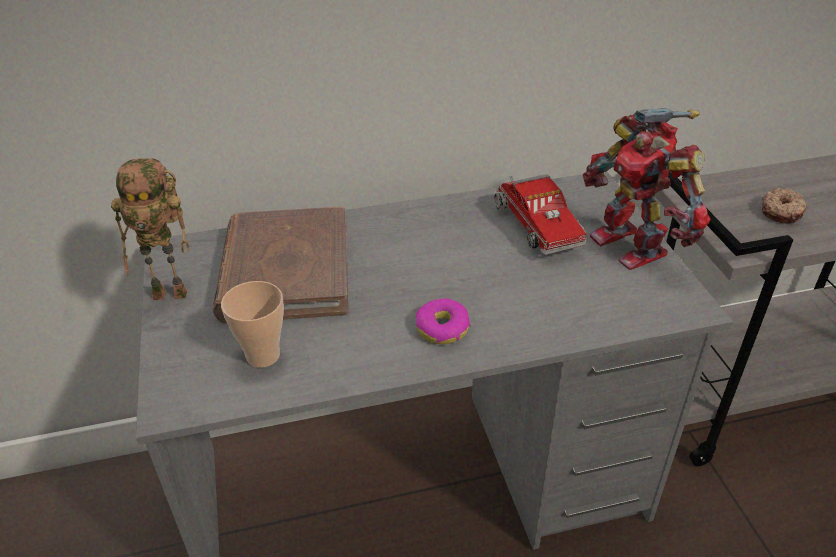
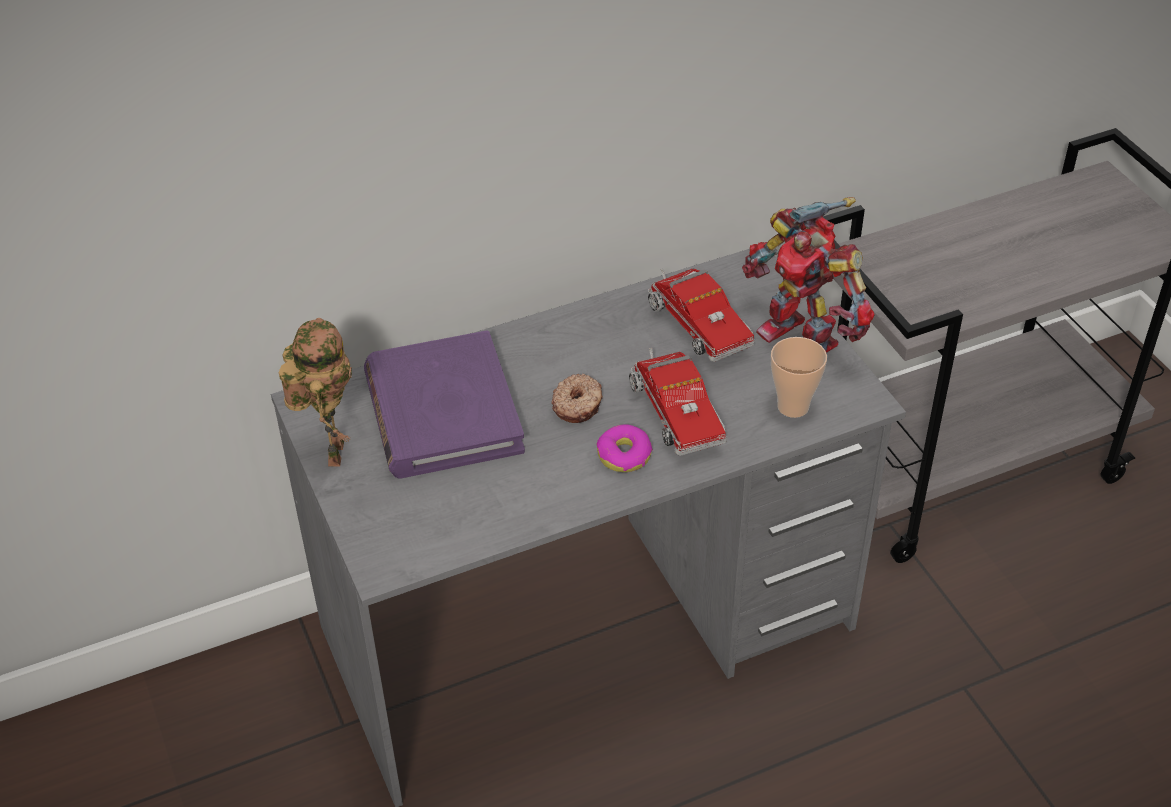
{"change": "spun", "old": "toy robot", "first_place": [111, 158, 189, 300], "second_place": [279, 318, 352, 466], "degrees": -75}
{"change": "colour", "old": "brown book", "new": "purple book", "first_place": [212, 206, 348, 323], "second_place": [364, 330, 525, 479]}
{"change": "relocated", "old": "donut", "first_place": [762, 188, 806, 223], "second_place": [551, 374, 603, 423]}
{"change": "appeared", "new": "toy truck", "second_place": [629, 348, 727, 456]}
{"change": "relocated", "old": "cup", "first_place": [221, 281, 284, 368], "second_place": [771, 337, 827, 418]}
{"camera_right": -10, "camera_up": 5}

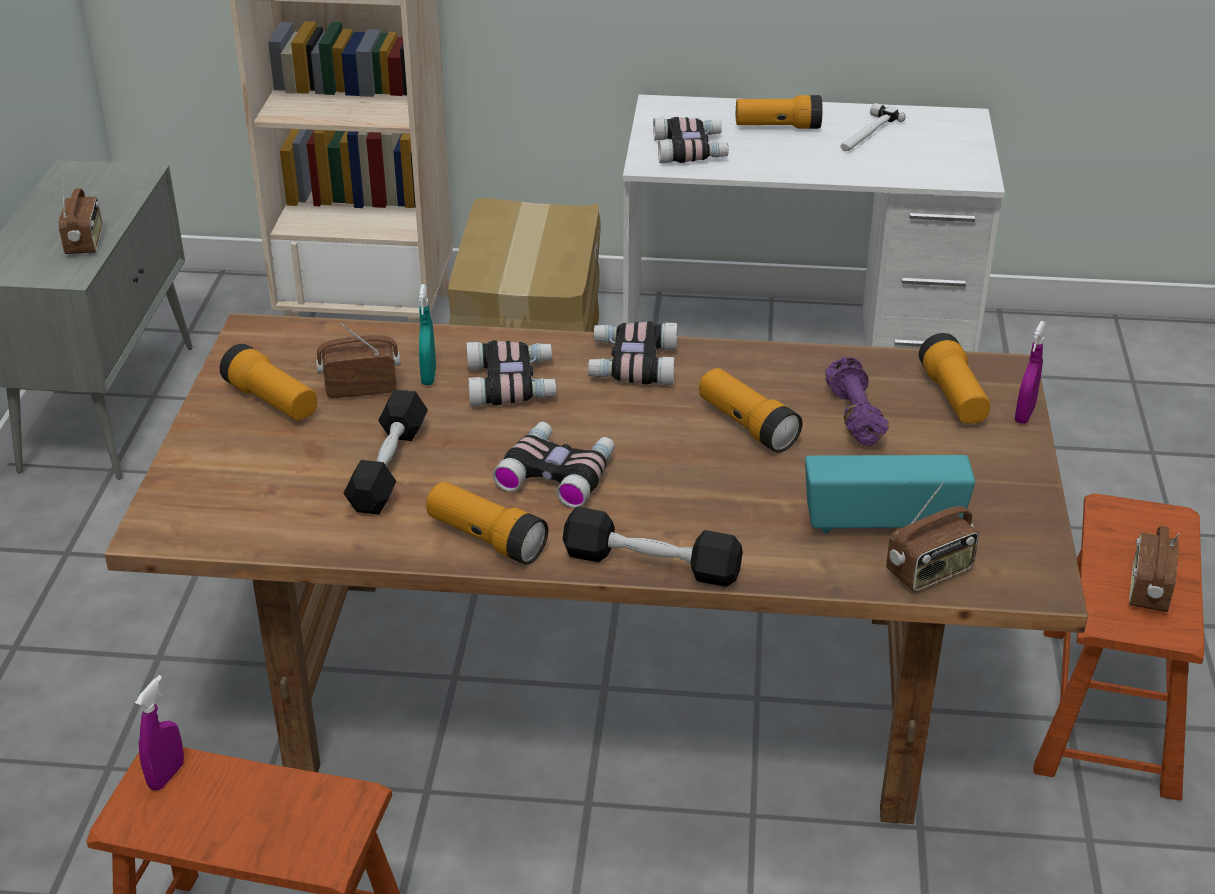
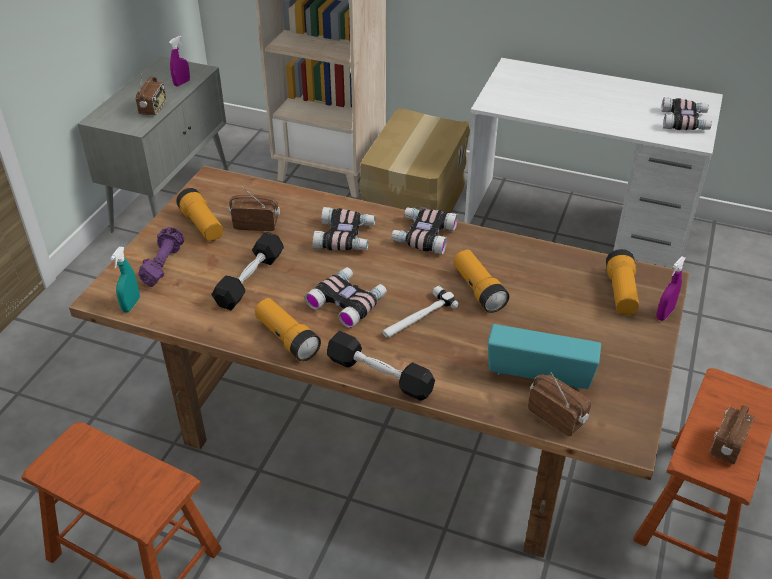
{"change": "relocated", "old": "turquoise spray bottle", "first_place": [419, 284, 436, 385], "second_place": [110, 247, 140, 312]}
{"change": "relocated", "old": "purple dumbbell", "first_place": [825, 357, 889, 447], "second_place": [138, 227, 184, 287]}
{"change": "relocated", "old": "purple spray bottle", "first_place": [135, 675, 184, 791], "second_place": [169, 36, 190, 87]}
{"change": "relocated", "old": "hammer", "first_place": [840, 103, 906, 151], "second_place": [382, 286, 459, 338]}
{"change": "spun", "old": "radio", "first_place": [886, 483, 979, 592], "second_place": [528, 372, 591, 436], "degrees": -120}
{"change": "relocated", "old": "binoculars", "first_place": [653, 117, 728, 163], "second_place": [661, 97, 712, 130]}
{"change": "missing", "old": "flashlight", "first_place": [736, 95, 823, 129]}
{"camera_right": 15, "camera_up": 5}

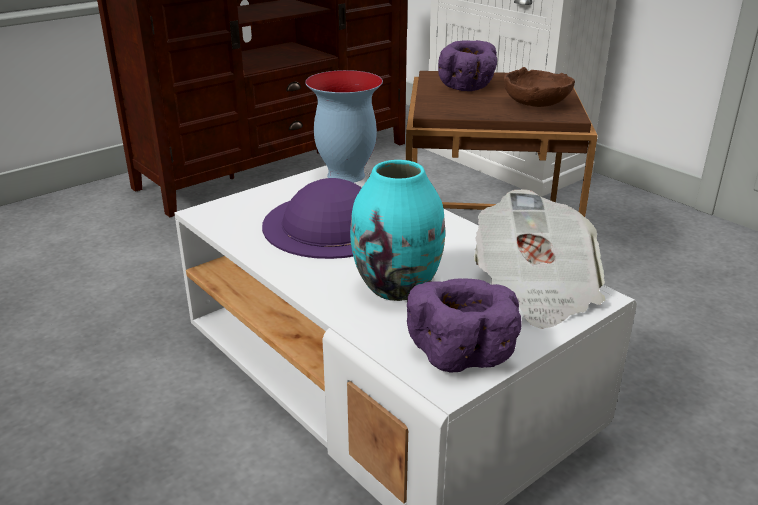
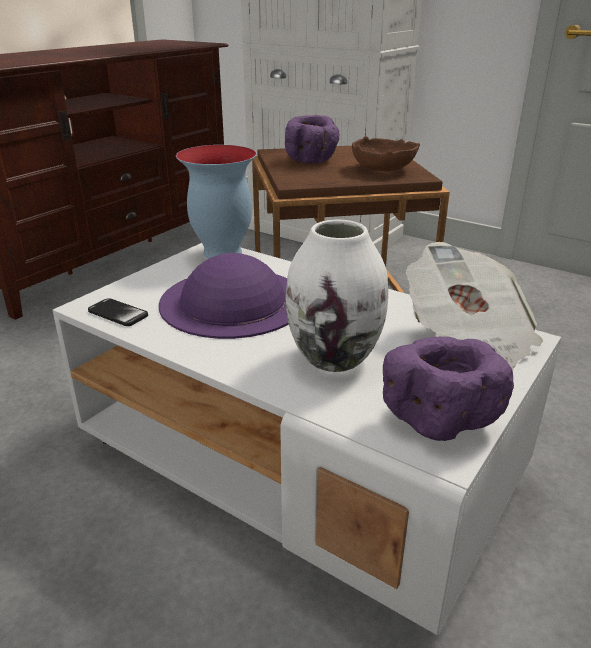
{"change": "appeared", "new": "phone", "second_place": [88, 298, 148, 326]}
{"change": "colour", "old": "turquoise vase", "new": "white vase", "first_place": [350, 160, 445, 301], "second_place": [286, 220, 388, 372]}
{"camera_right": -15, "camera_up": 0}

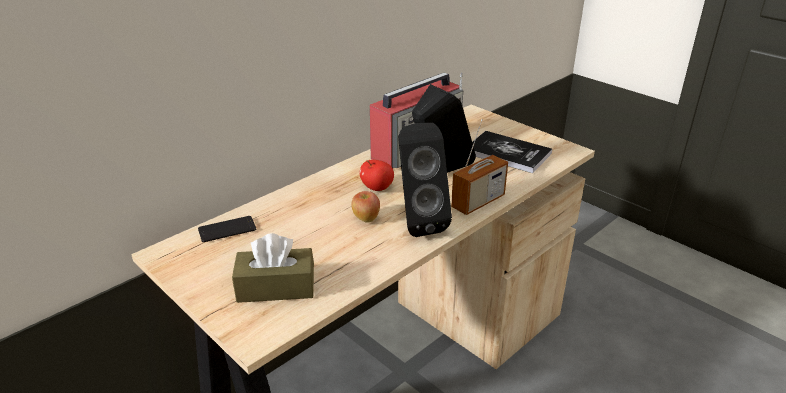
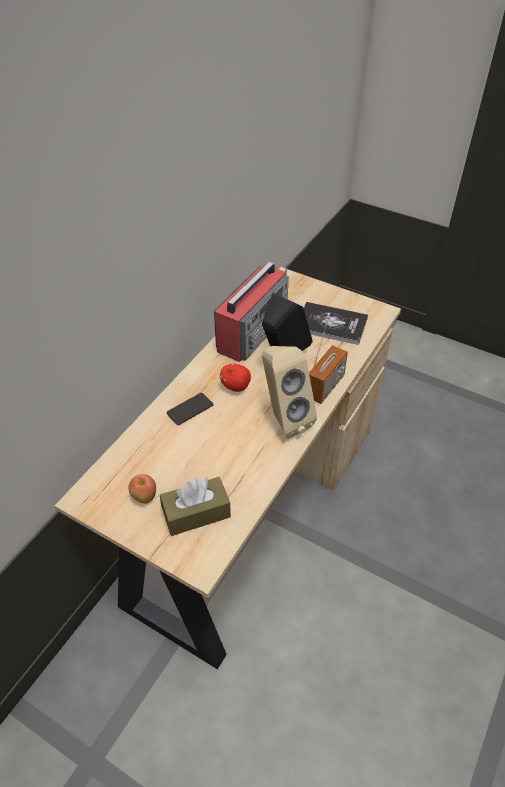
{"change": "relocated", "old": "apple", "first_place": [351, 191, 380, 223], "second_place": [128, 474, 156, 504]}
{"change": "relocated", "old": "phone", "first_place": [198, 216, 256, 242], "second_place": [166, 393, 213, 425]}
{"change": "colour", "old": "black speaker", "new": "beige speaker", "first_place": [398, 123, 452, 237], "second_place": [262, 346, 317, 438]}
{"camera_right": -15, "camera_up": 15}

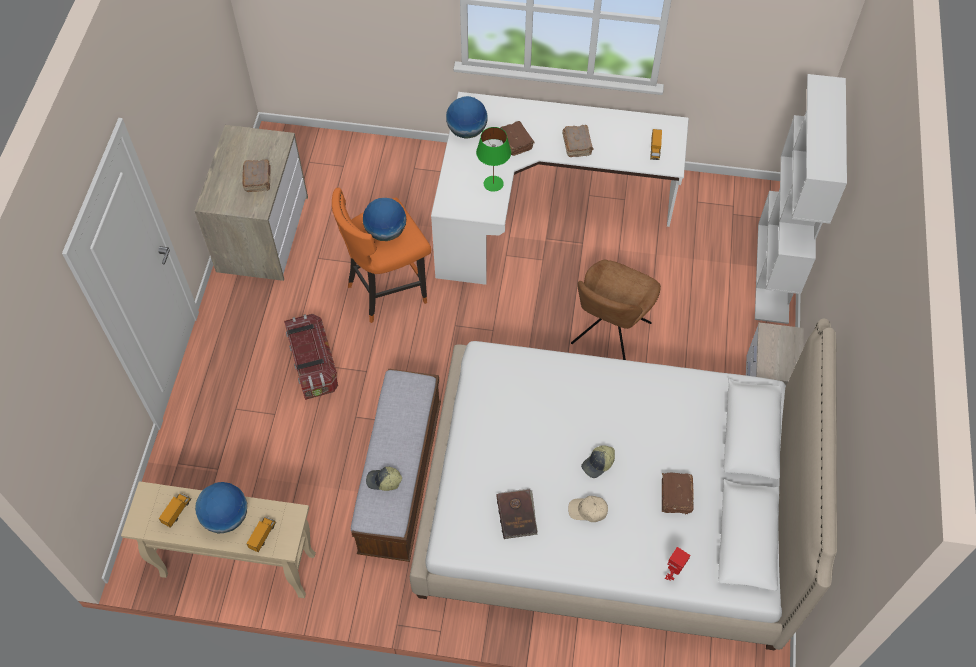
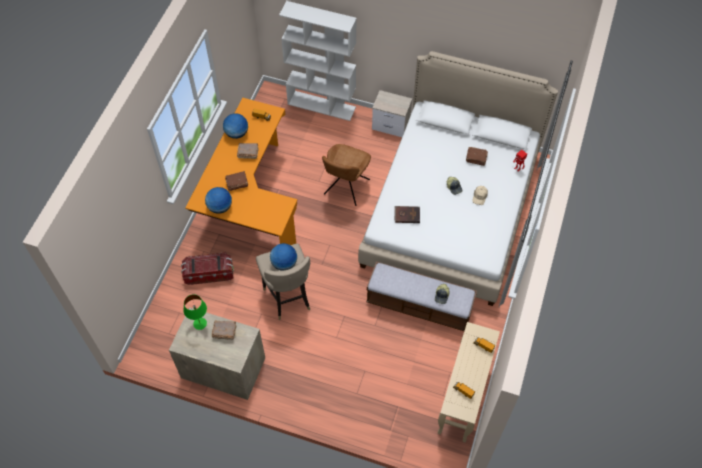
{"change": "relocated", "old": "storage box", "first_place": [284, 314, 338, 400], "second_place": [181, 252, 234, 285]}
{"change": "relocated", "old": "green table lamp", "first_place": [476, 127, 511, 192], "second_place": [183, 294, 207, 330]}
{"change": "colour", "old": "white desk", "new": "orange desk", "first_place": [431, 92, 689, 285], "second_place": [185, 98, 298, 245]}
{"change": "relocated", "old": "globe", "first_place": [195, 482, 247, 533], "second_place": [223, 113, 248, 139]}
{"change": "colour", "old": "orange stool", "new": "beige stool", "first_place": [332, 188, 431, 323], "second_place": [256, 243, 310, 320]}
{"change": "spun", "old": "brown chair", "first_place": [571, 260, 661, 360], "second_place": [322, 144, 371, 206], "degrees": 75}
{"change": "relocated", "old": "brown book", "first_place": [496, 489, 538, 539], "second_place": [394, 206, 420, 223]}
{"camera_right": -80, "camera_up": 0}

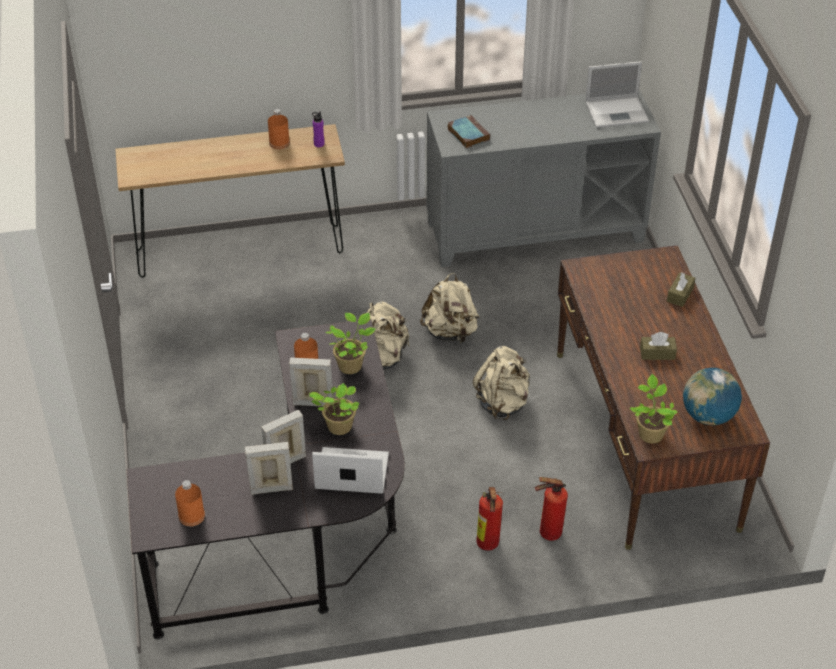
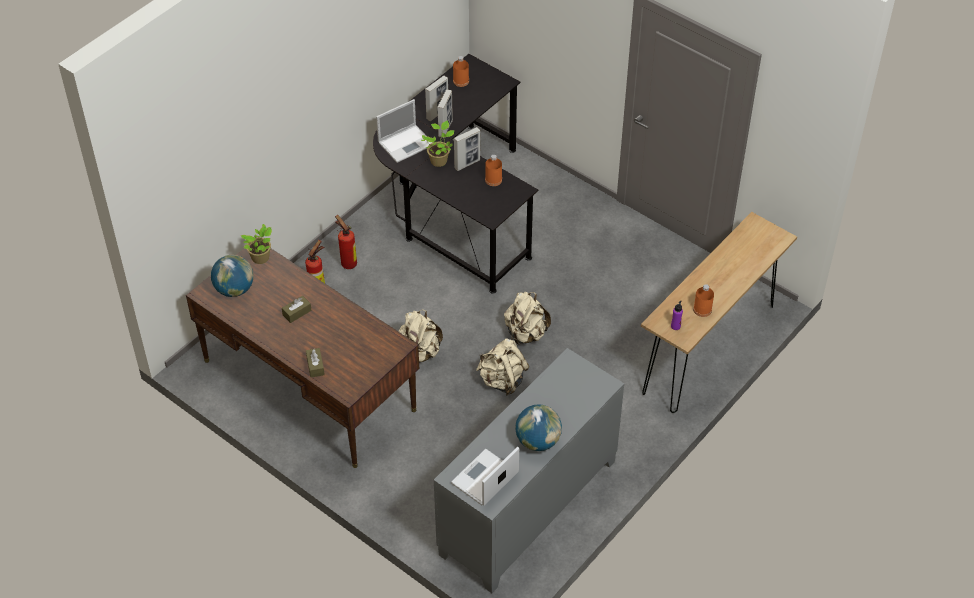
{"change": "appeared", "new": "globe", "second_place": [515, 404, 562, 451]}
{"change": "missing", "old": "potted plant", "first_place": [326, 313, 376, 374]}
{"change": "missing", "old": "book", "first_place": [448, 115, 490, 148]}
{"camera_right": 140, "camera_up": 5}

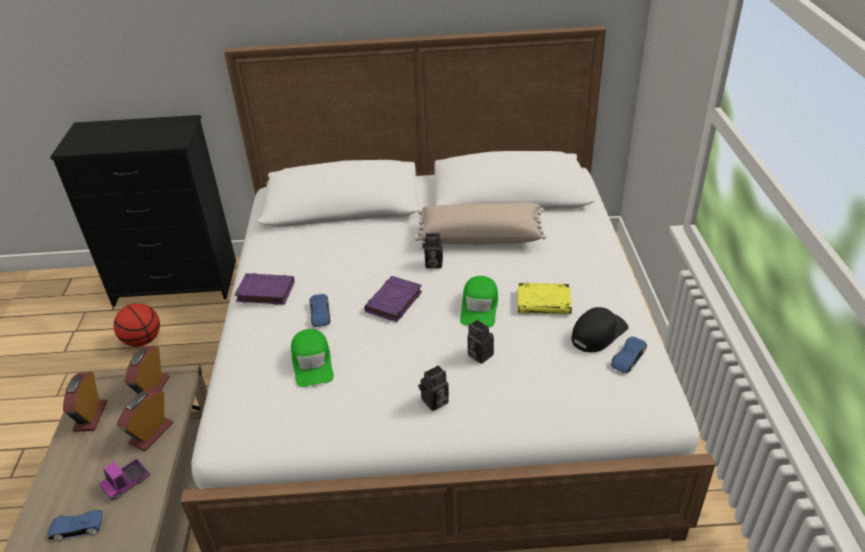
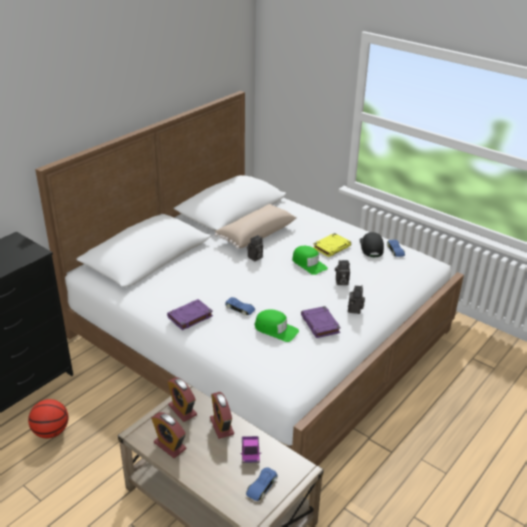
{"change": "relocated", "old": "purple book", "first_place": [364, 276, 422, 322], "second_place": [301, 306, 341, 338]}
{"camera_right": -50, "camera_up": -5}

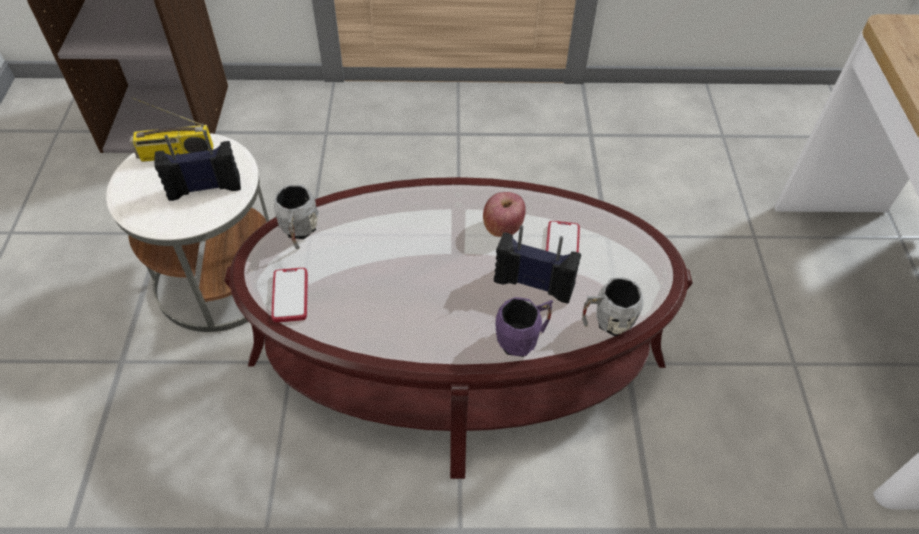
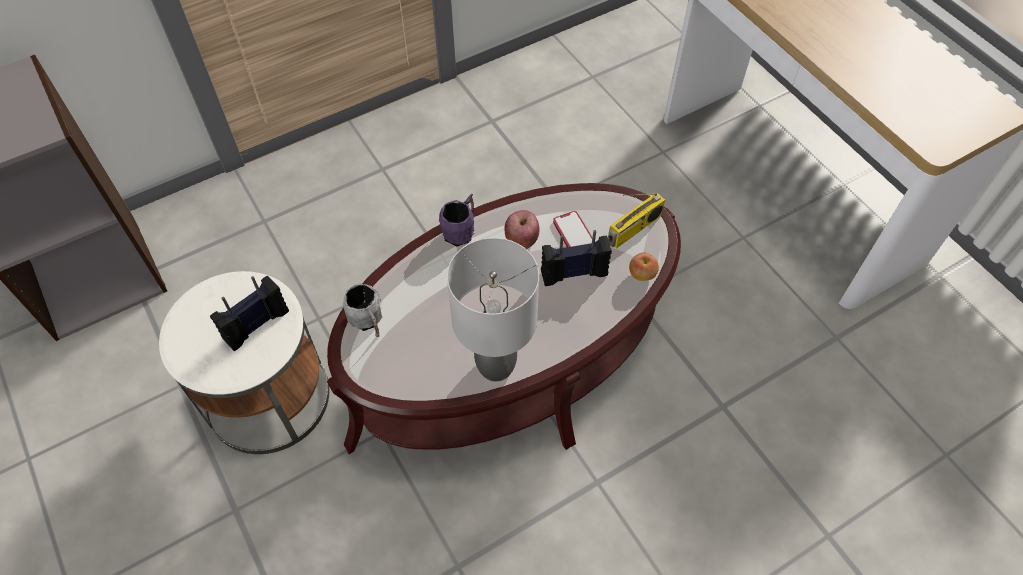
{"change": "relocated", "old": "purple mug", "first_place": [495, 297, 554, 357], "second_place": [439, 194, 474, 246]}
{"change": "appeared", "new": "grey table lamp", "second_place": [447, 238, 539, 381]}
{"change": "relocated", "old": "radio", "first_place": [130, 97, 213, 162], "second_place": [608, 192, 665, 248]}
{"change": "exchanged", "old": "grey mug", "new": "apple", "first_place": [582, 277, 644, 336], "second_place": [629, 253, 659, 281]}
{"change": "missing", "old": "phone", "first_place": [271, 268, 308, 322]}
{"camera_right": -30, "camera_up": 5}

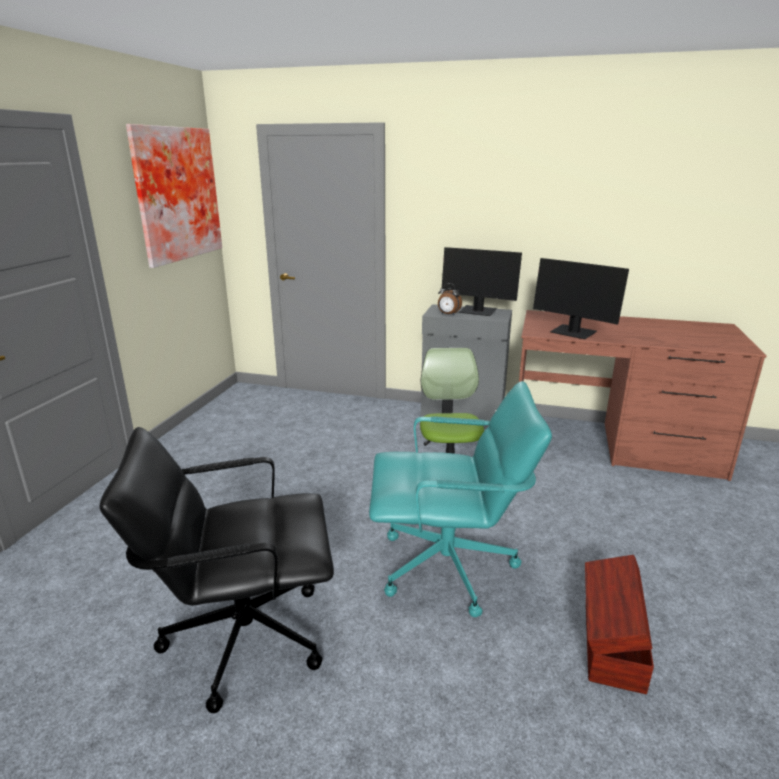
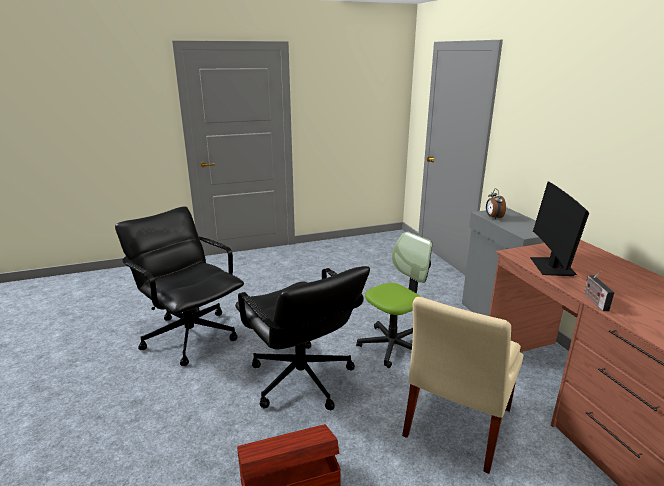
{"change": "colour", "old": "turquoise office chair", "new": "black office chair", "first_place": [369, 381, 552, 617], "second_place": [235, 266, 370, 410]}
{"change": "appeared", "new": "beige chair", "second_place": [402, 297, 524, 474]}
{"change": "appeared", "new": "radio", "second_place": [584, 271, 614, 311]}
{"change": "missing", "old": "picture", "first_place": [126, 124, 222, 268]}
{"change": "missing", "old": "monitor", "first_place": [442, 247, 522, 316]}
{"camera_right": 55, "camera_up": 0}

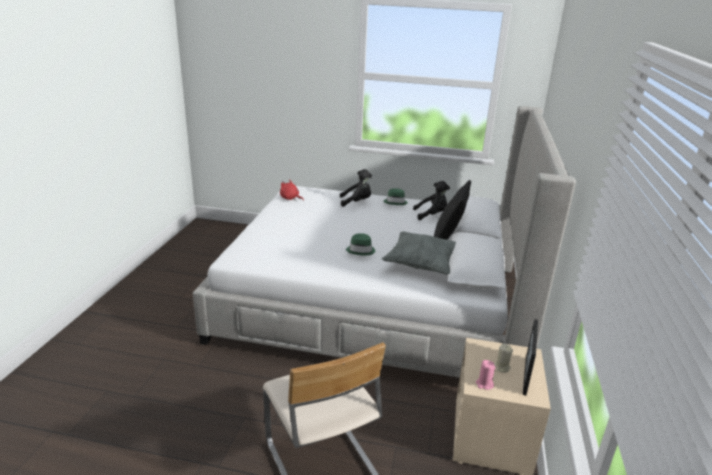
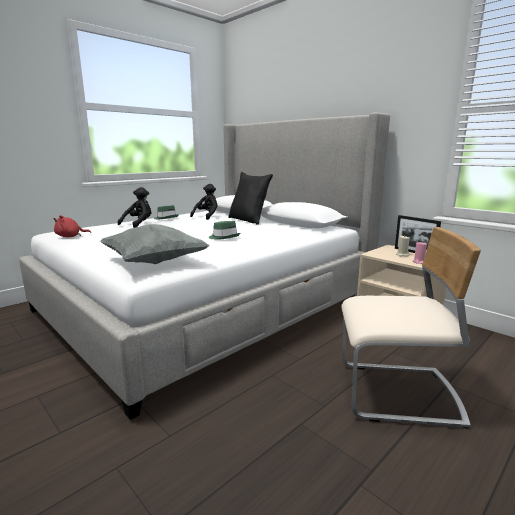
{"change": "relocated", "old": "grey pillow", "first_place": [382, 231, 456, 275], "second_place": [100, 224, 210, 264]}
{"camera_right": -55, "camera_up": -10}

